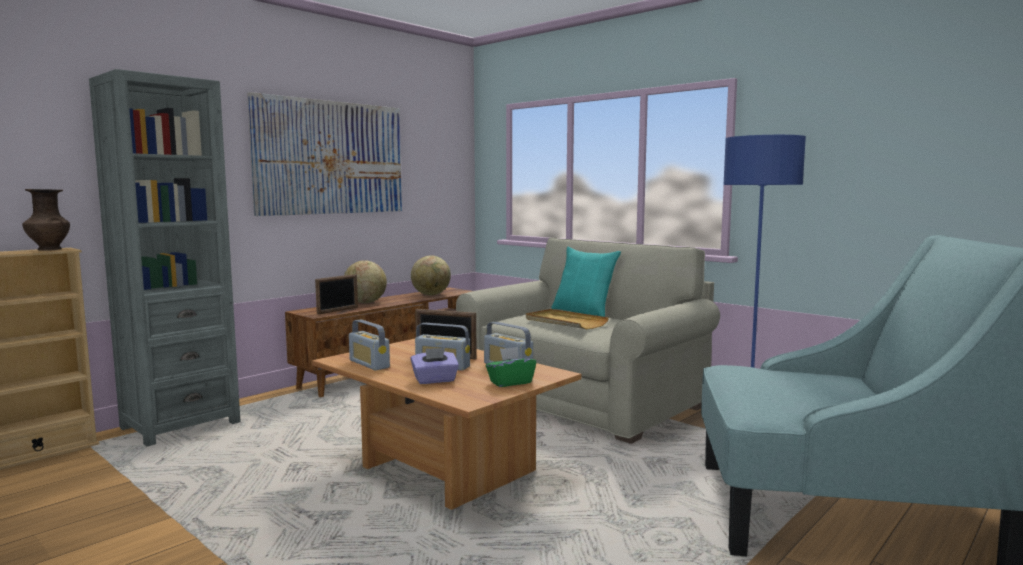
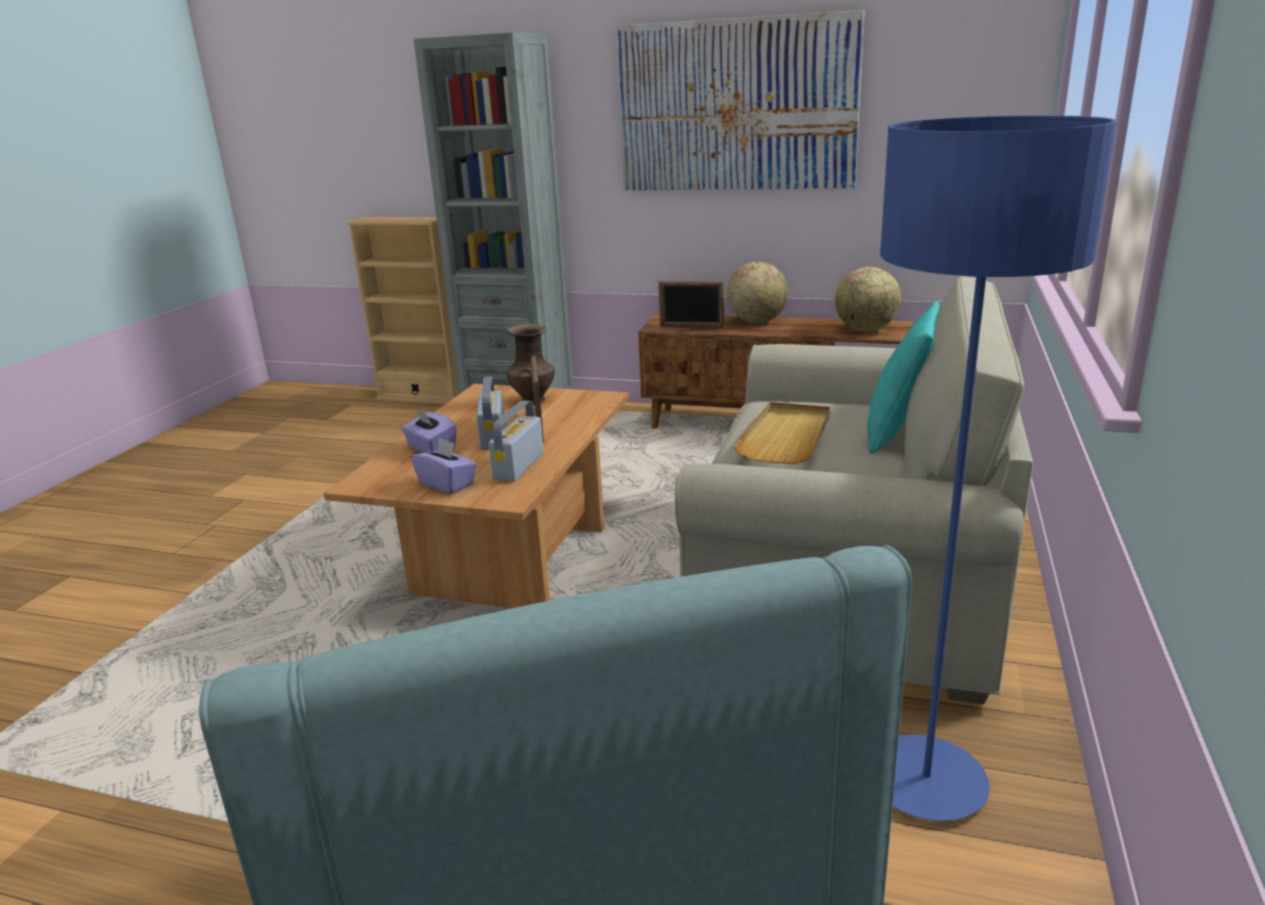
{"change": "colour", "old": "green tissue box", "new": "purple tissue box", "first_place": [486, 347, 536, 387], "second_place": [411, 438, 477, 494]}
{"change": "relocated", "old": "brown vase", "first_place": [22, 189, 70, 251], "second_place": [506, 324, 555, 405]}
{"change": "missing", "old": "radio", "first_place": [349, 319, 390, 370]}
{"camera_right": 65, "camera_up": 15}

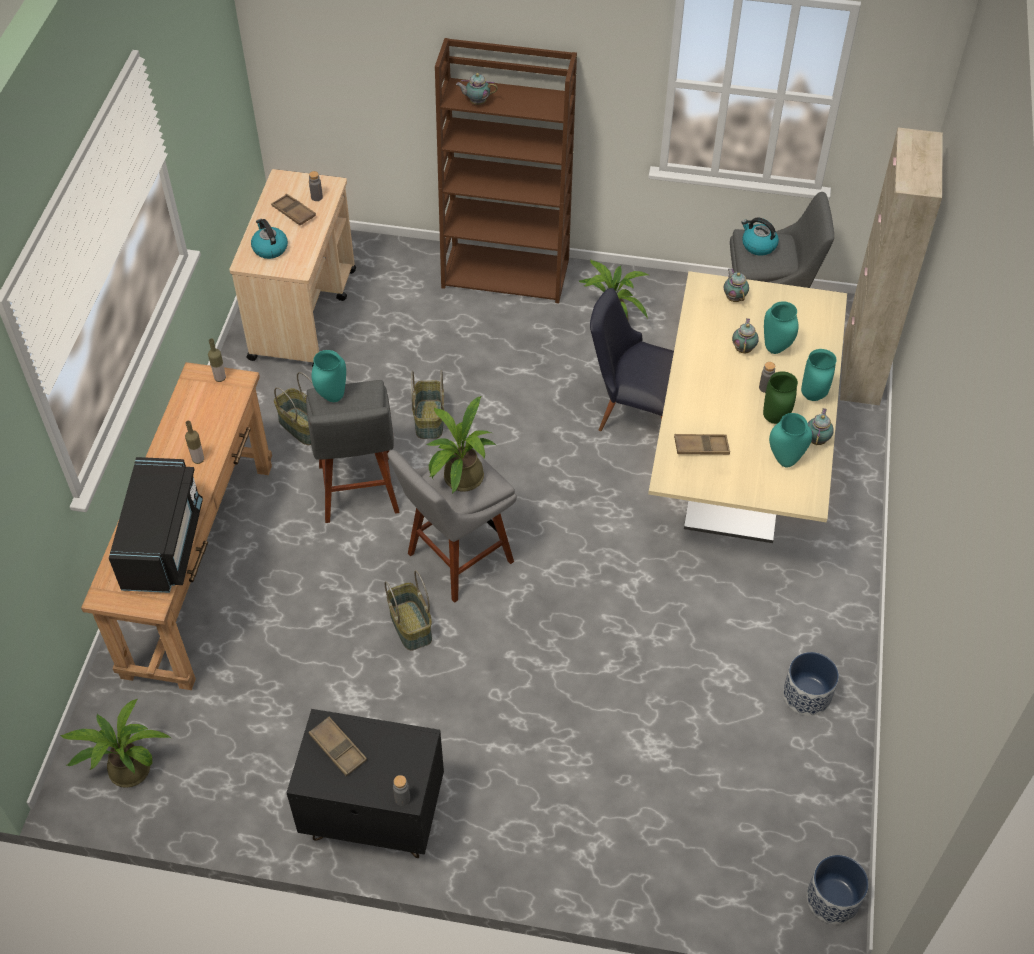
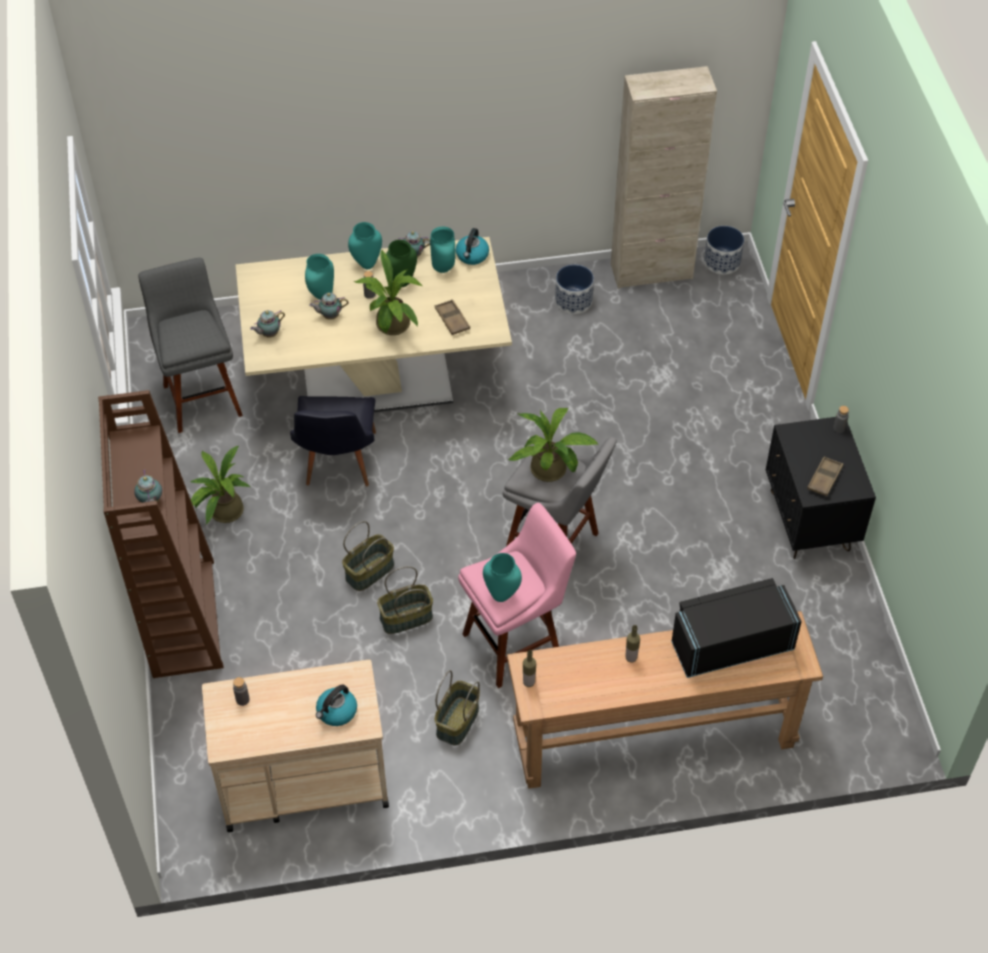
{"change": "relocated", "old": "basket", "first_place": [384, 570, 432, 650], "second_place": [342, 521, 394, 591]}
{"change": "relocated", "old": "potted plant", "first_place": [61, 699, 171, 788], "second_place": [354, 249, 423, 335]}
{"change": "relocated", "old": "kettle", "first_place": [741, 217, 779, 256], "second_place": [456, 228, 489, 265]}
{"change": "colour", "old": "grey stool", "new": "pink stool", "first_place": [306, 380, 400, 523], "second_place": [458, 503, 576, 688]}
{"change": "relocated", "old": "beige cabinet", "first_place": [840, 128, 943, 405], "second_place": [611, 66, 717, 289]}
{"change": "missing", "old": "brown tray", "first_place": [271, 194, 316, 225]}
{"camera_right": -110, "camera_up": 0}

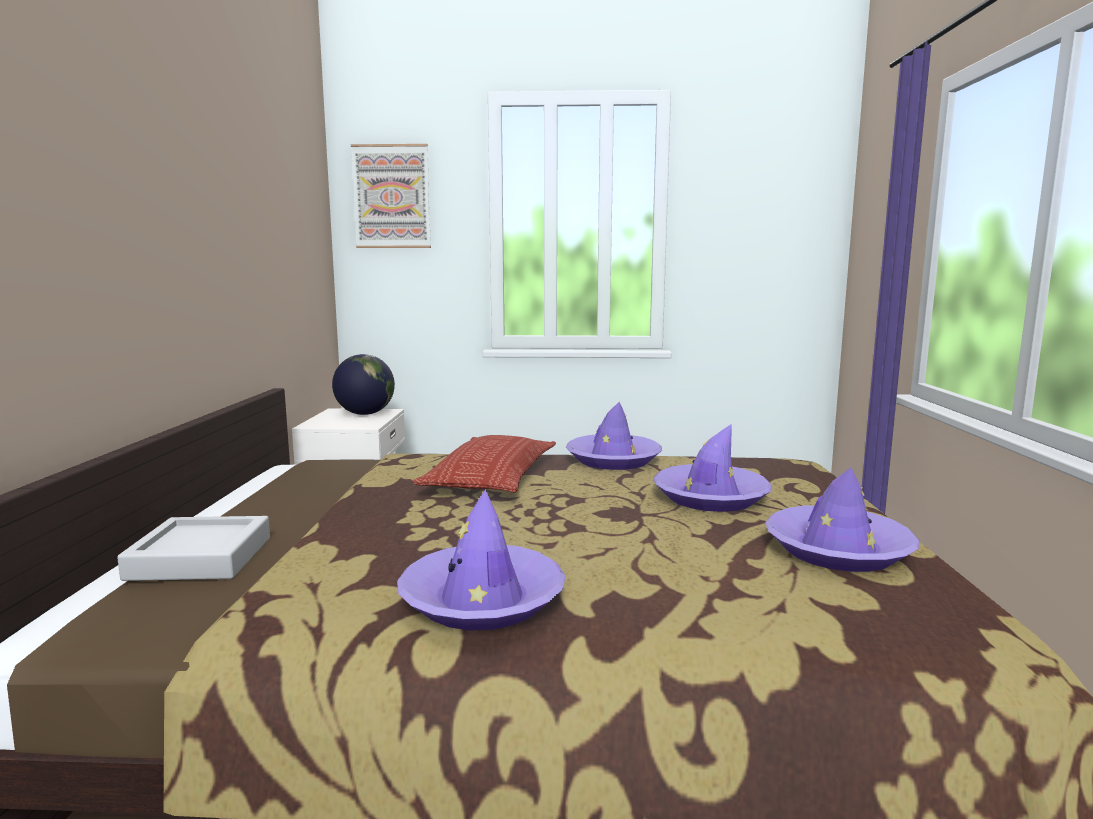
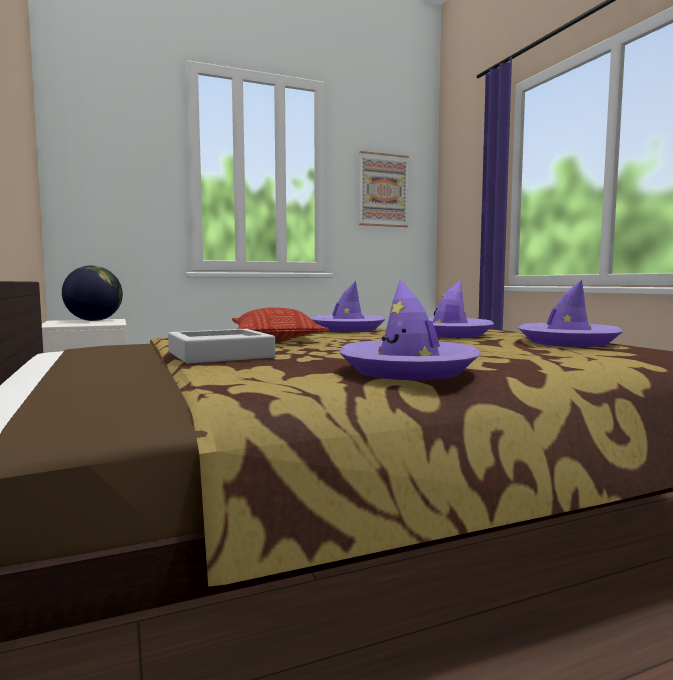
{"change": "relocated", "old": "grey tray", "first_place": [117, 516, 270, 581], "second_place": [168, 329, 275, 364]}
{"change": "relocated", "old": "picture", "first_place": [351, 144, 431, 248], "second_place": [359, 151, 409, 227]}
{"camera_right": -25, "camera_up": -5}

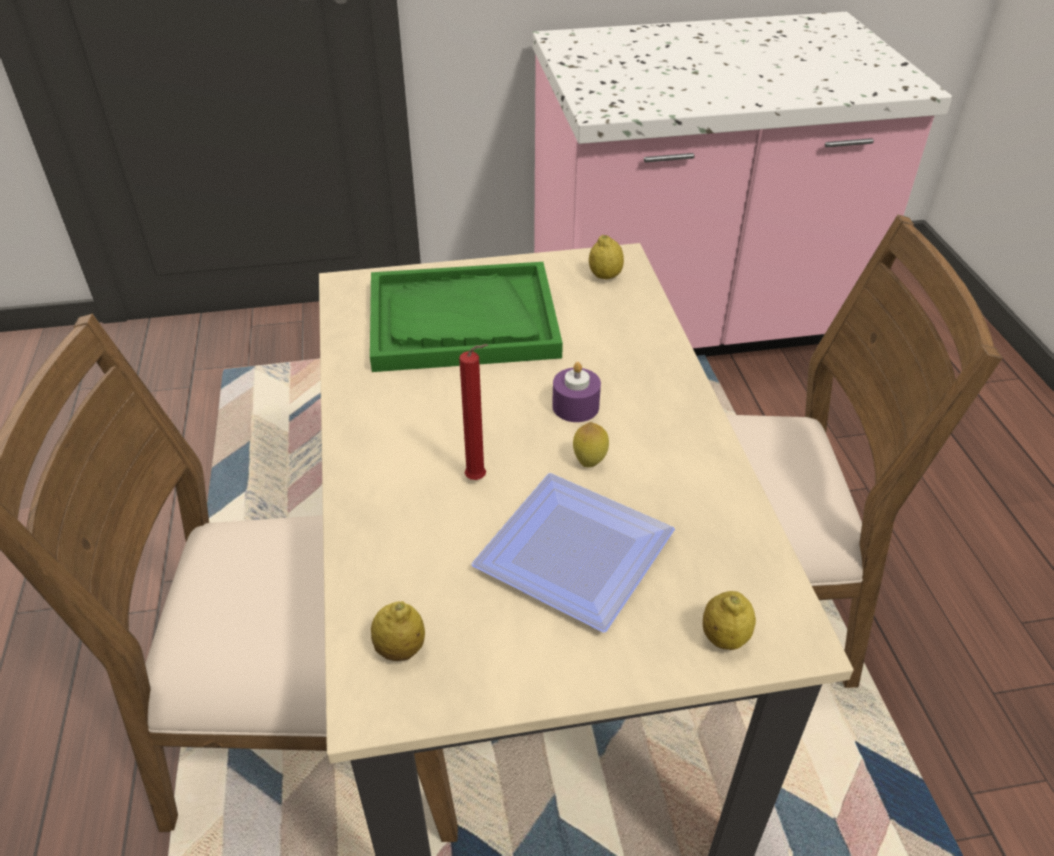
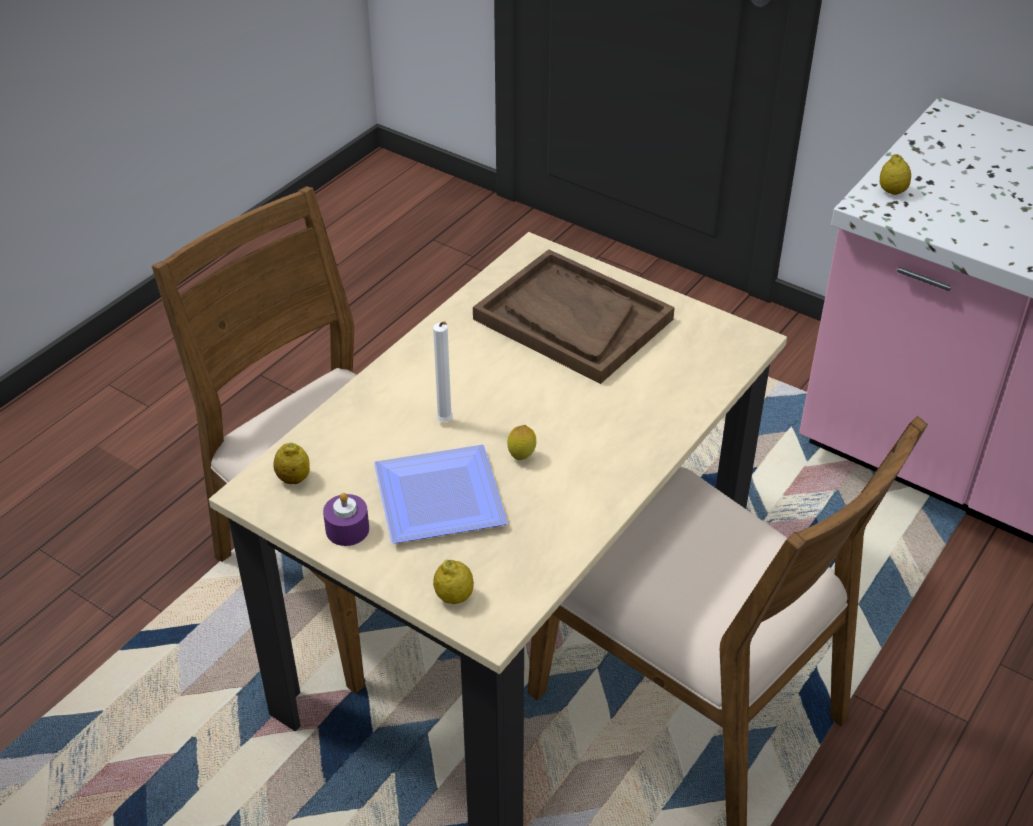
{"change": "relocated", "old": "purple candle", "first_place": [552, 362, 601, 422], "second_place": [323, 493, 369, 546]}
{"change": "colour", "old": "red candle", "new": "white candle", "first_place": [459, 344, 488, 480], "second_place": [433, 321, 453, 422]}
{"change": "colour", "old": "green tray", "new": "brown tray", "first_place": [370, 262, 563, 372], "second_place": [473, 249, 675, 384]}
{"change": "relocated", "old": "lemon", "first_place": [589, 235, 624, 279], "second_place": [880, 154, 911, 195]}
{"camera_right": 45, "camera_up": 0}

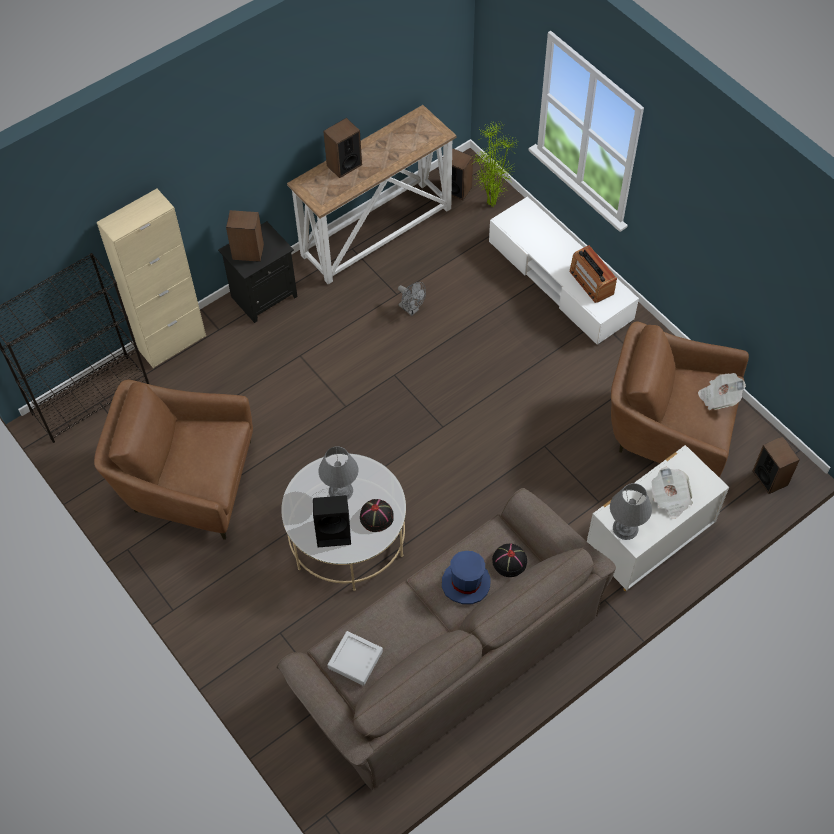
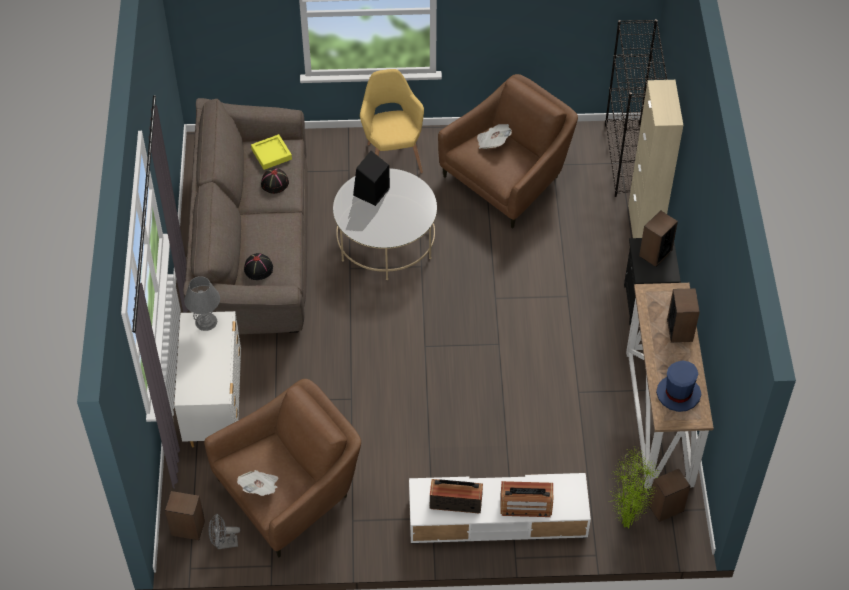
{"change": "relocated", "old": "grey fan", "first_place": [398, 282, 426, 316], "second_place": [209, 514, 241, 549]}
{"change": "colour", "old": "grey tray", "new": "yellow tray", "first_place": [327, 631, 383, 686], "second_place": [251, 134, 292, 170]}
{"change": "relocated", "old": "black hat", "first_place": [360, 499, 394, 532], "second_place": [261, 168, 289, 194]}
{"change": "appeared", "new": "yellow armchair", "second_place": [360, 69, 424, 173]}
{"change": "relocated", "old": "newspaper", "first_place": [651, 467, 693, 519], "second_place": [477, 124, 512, 149]}
{"change": "appeared", "new": "radio", "second_place": [500, 481, 553, 517]}
{"change": "relocated", "old": "blue hat", "first_place": [442, 551, 491, 604], "second_place": [656, 360, 701, 412]}
{"change": "missing", "old": "grey table lamp", "first_place": [319, 446, 358, 500]}
{"camera_right": 125, "camera_up": -5}

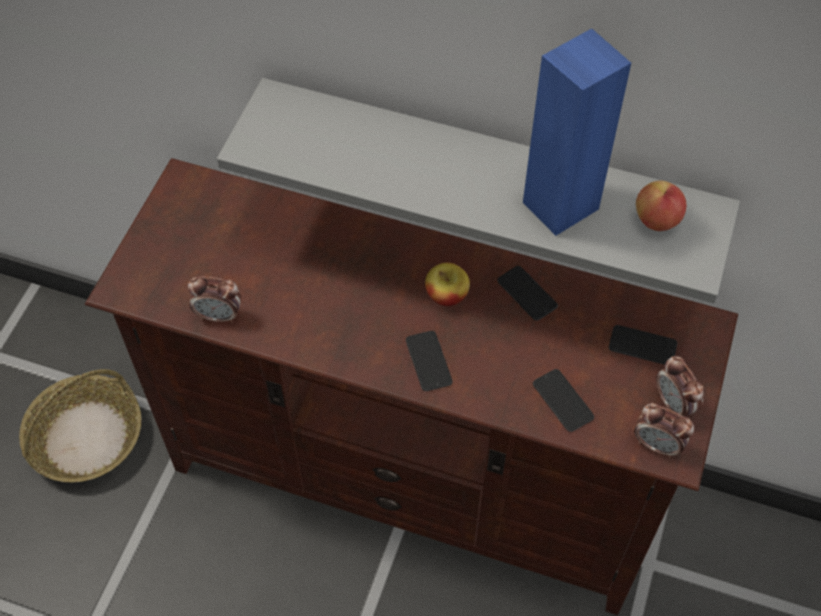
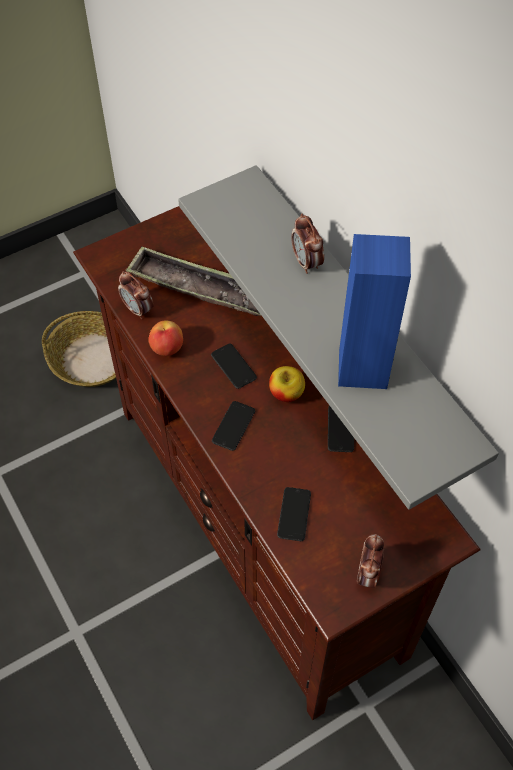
{"change": "appeared", "new": "tray", "second_place": [126, 246, 261, 316]}
{"change": "relocated", "old": "apple", "first_place": [636, 180, 686, 231], "second_place": [148, 321, 183, 356]}
{"change": "relocated", "old": "phone", "first_place": [609, 325, 677, 365], "second_place": [211, 344, 257, 389]}
{"change": "relocated", "old": "alarm clock", "first_place": [634, 403, 694, 458], "second_place": [291, 214, 324, 274]}
{"camera_right": 40, "camera_up": 0}

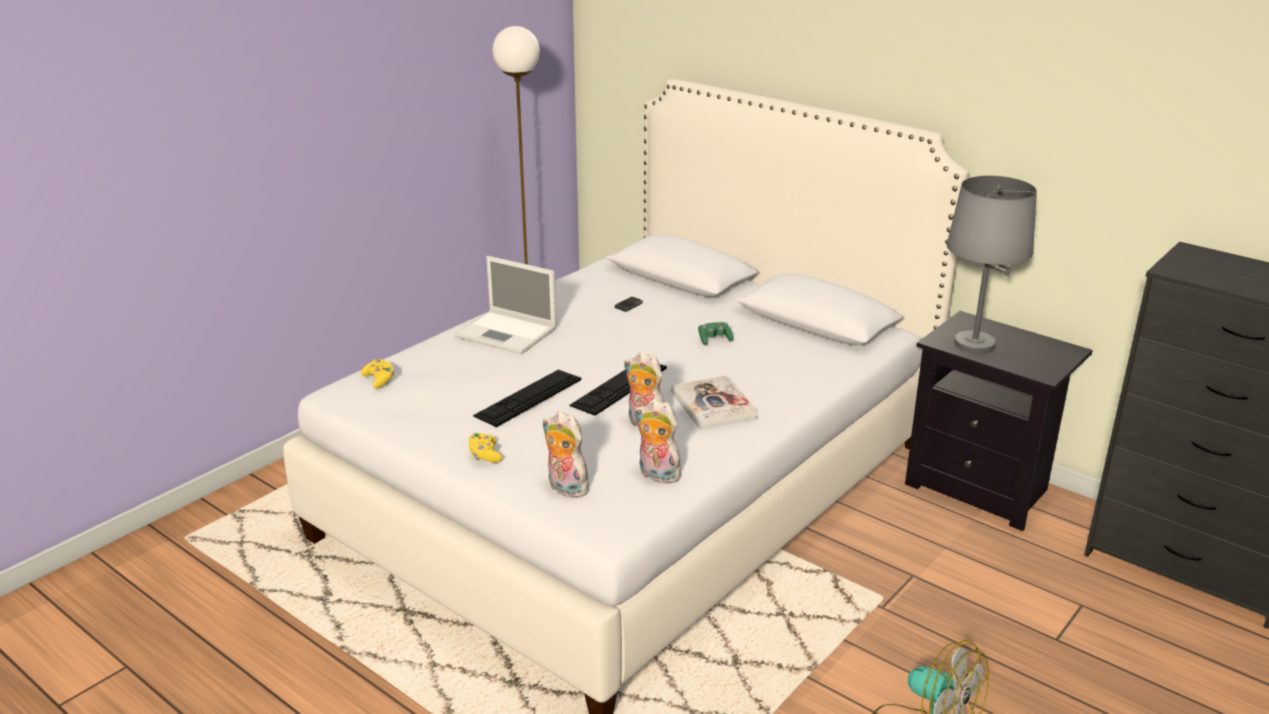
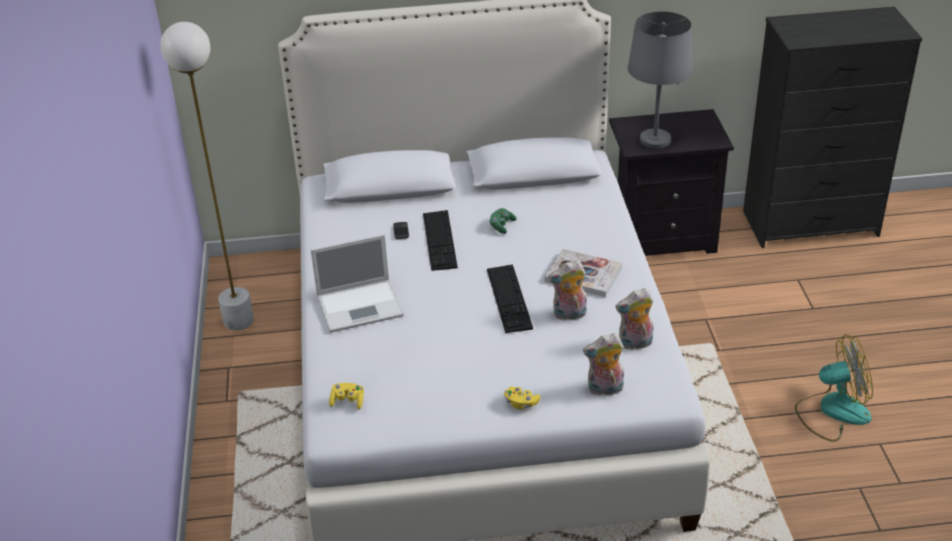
{"change": "relocated", "old": "keyboard", "first_place": [473, 370, 581, 427], "second_place": [423, 210, 458, 271]}
{"camera_right": -45, "camera_up": 10}

